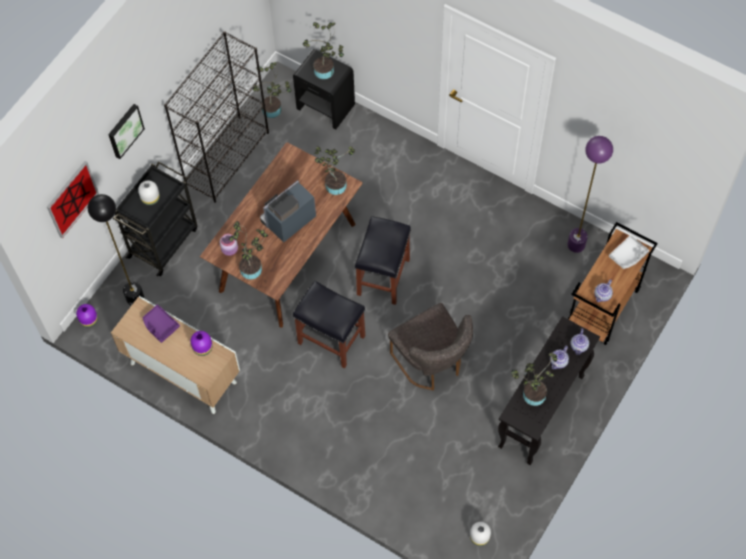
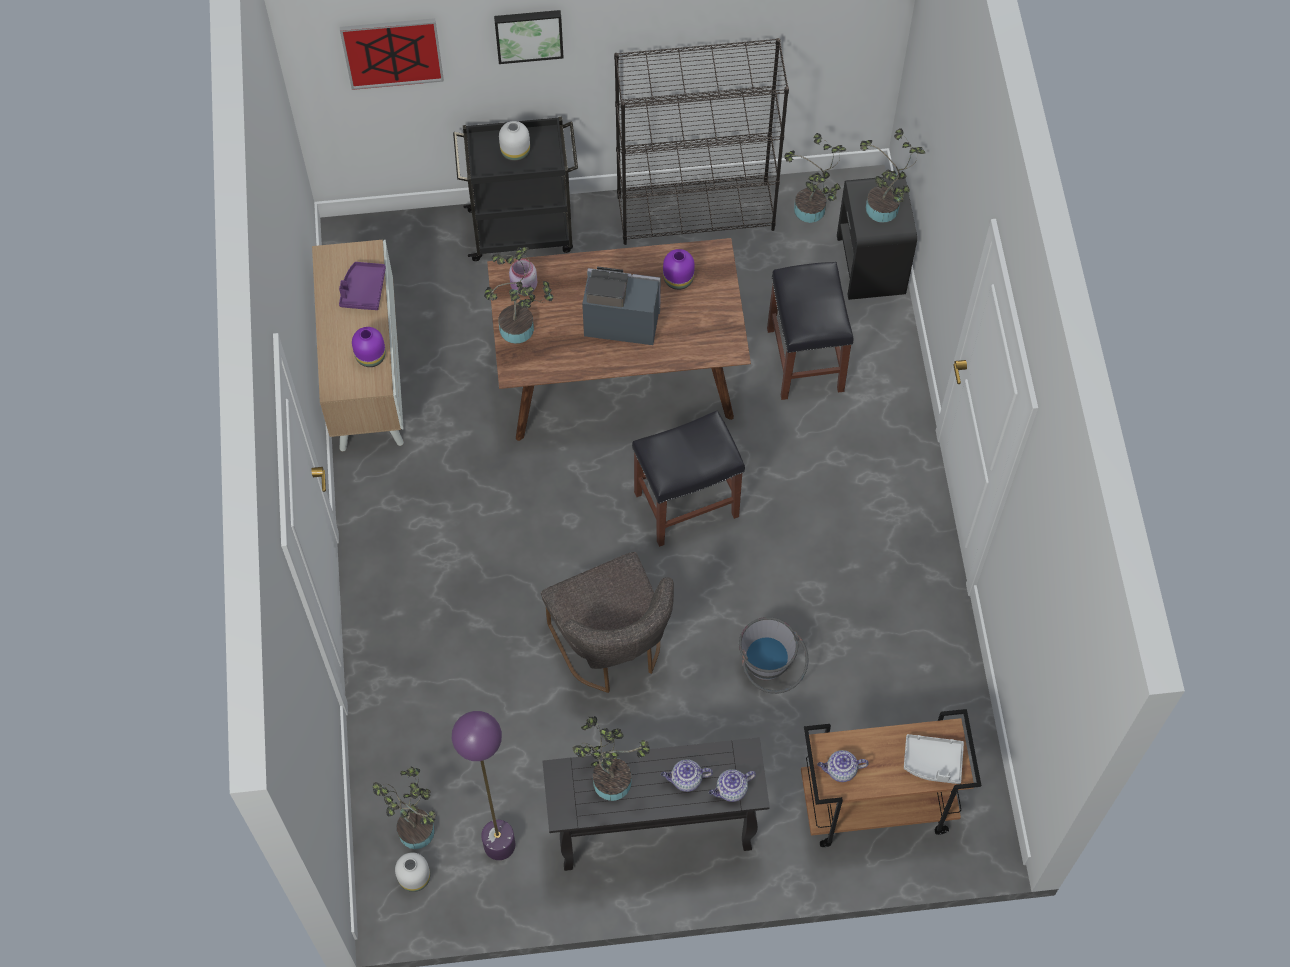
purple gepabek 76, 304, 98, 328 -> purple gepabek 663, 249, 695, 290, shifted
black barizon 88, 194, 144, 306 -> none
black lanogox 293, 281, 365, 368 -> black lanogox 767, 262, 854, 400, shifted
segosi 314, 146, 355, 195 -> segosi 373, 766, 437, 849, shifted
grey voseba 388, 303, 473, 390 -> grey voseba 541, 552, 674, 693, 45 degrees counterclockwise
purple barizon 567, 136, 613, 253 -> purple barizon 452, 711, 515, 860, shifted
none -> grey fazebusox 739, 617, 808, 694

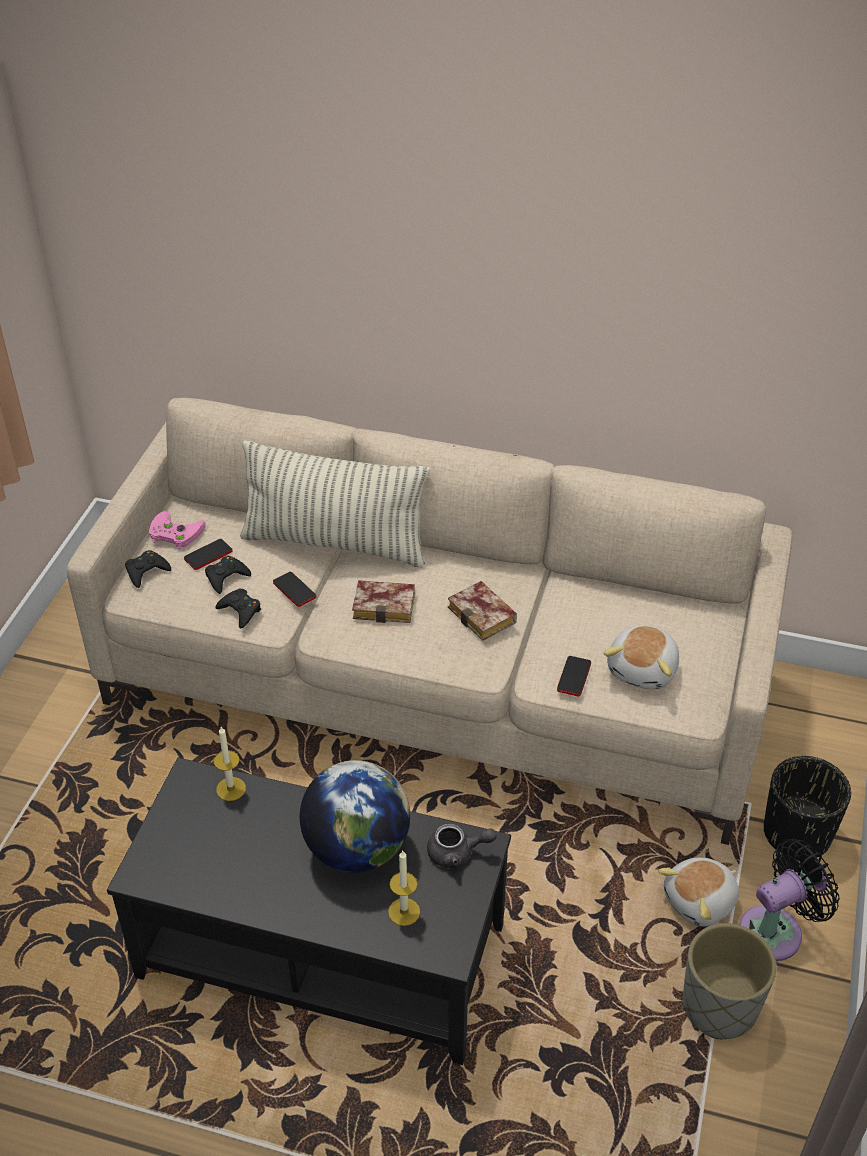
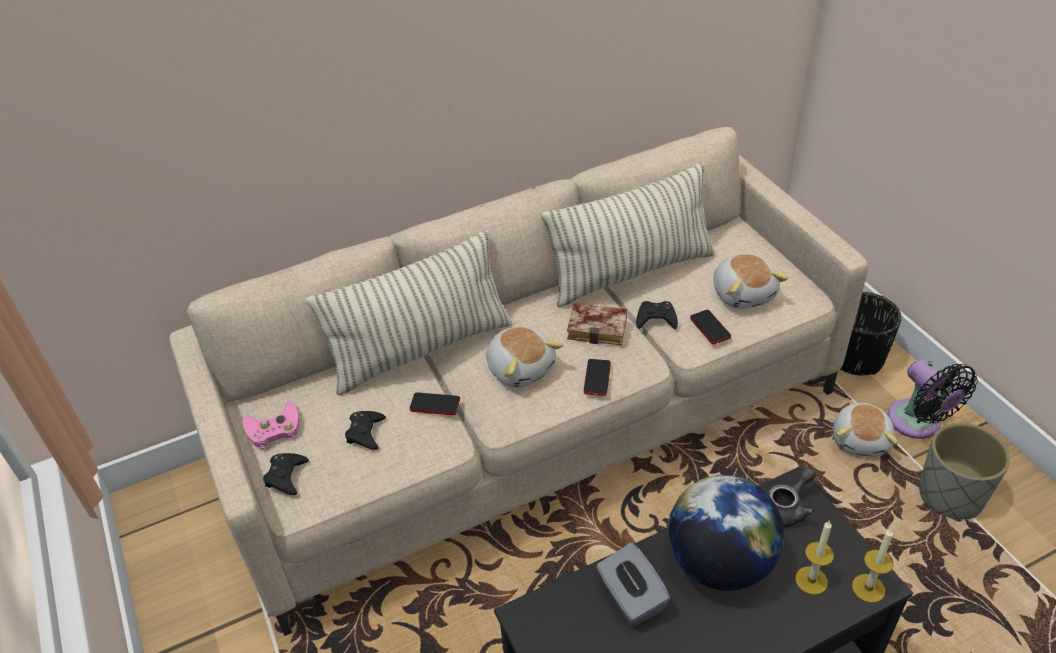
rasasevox 184, 539, 233, 570 -> rasasevox 584, 359, 611, 396, shifted
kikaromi 214, 727, 246, 801 -> kikaromi 852, 528, 894, 603, shifted
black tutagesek 215, 589, 261, 629 -> black tutagesek 636, 301, 678, 329, shifted
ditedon 352, 580, 415, 623 -> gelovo 486, 326, 563, 388
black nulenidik 739, 839, 840, 961 -> black nulenidik 887, 359, 978, 439, 135 degrees clockwise
none -> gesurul 542, 162, 715, 307
none -> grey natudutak 596, 543, 670, 626

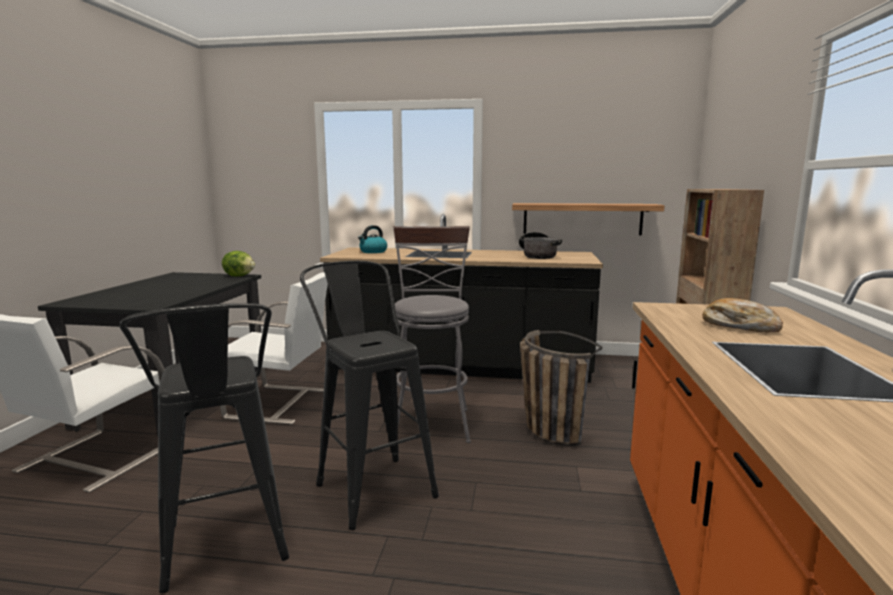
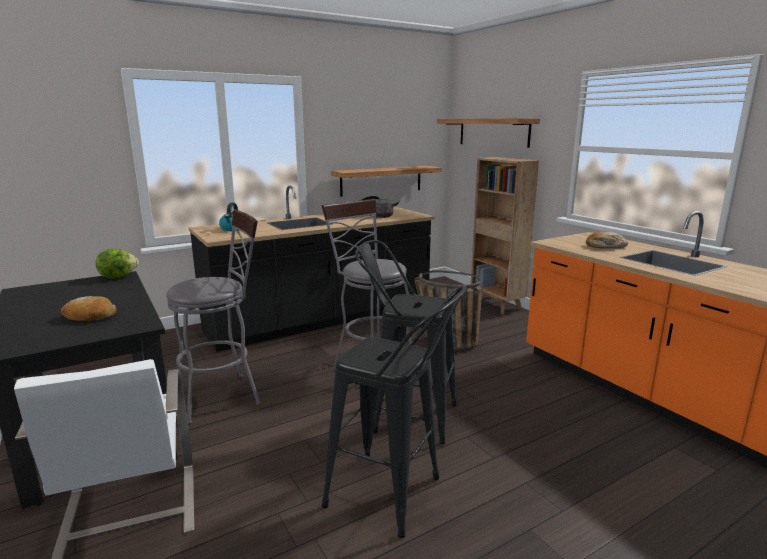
white voseba 220, 272, 328, 424 -> grey lanogox 166, 209, 261, 424
none -> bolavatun 61, 296, 117, 321
none -> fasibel 437, 118, 540, 148

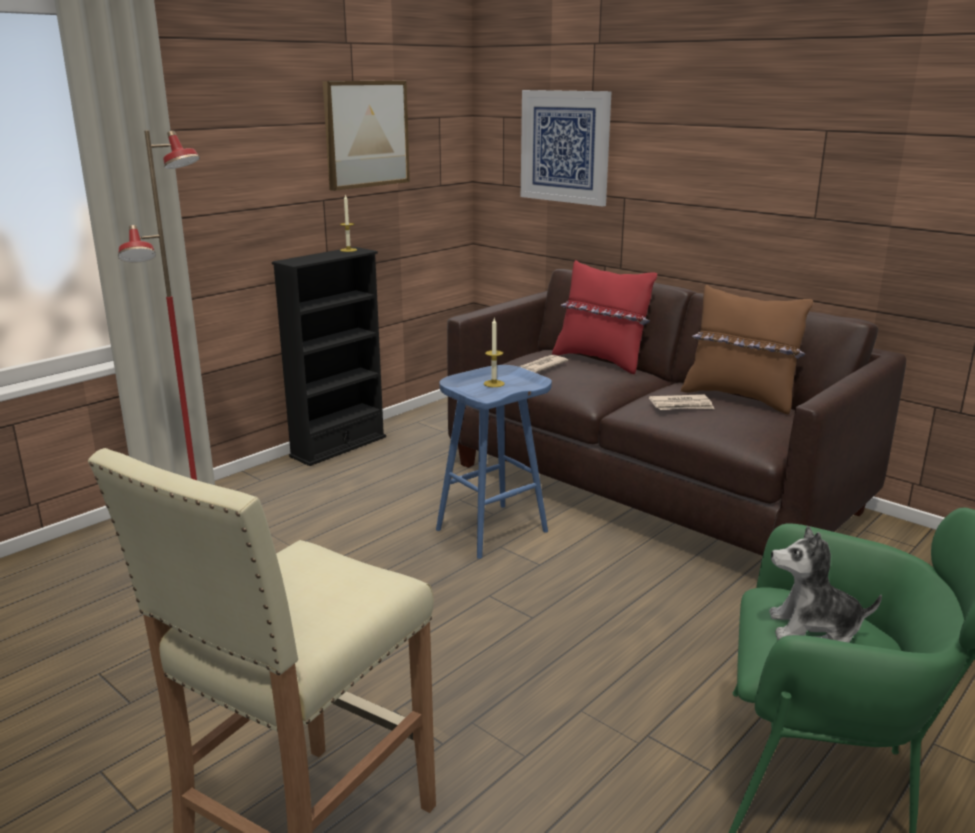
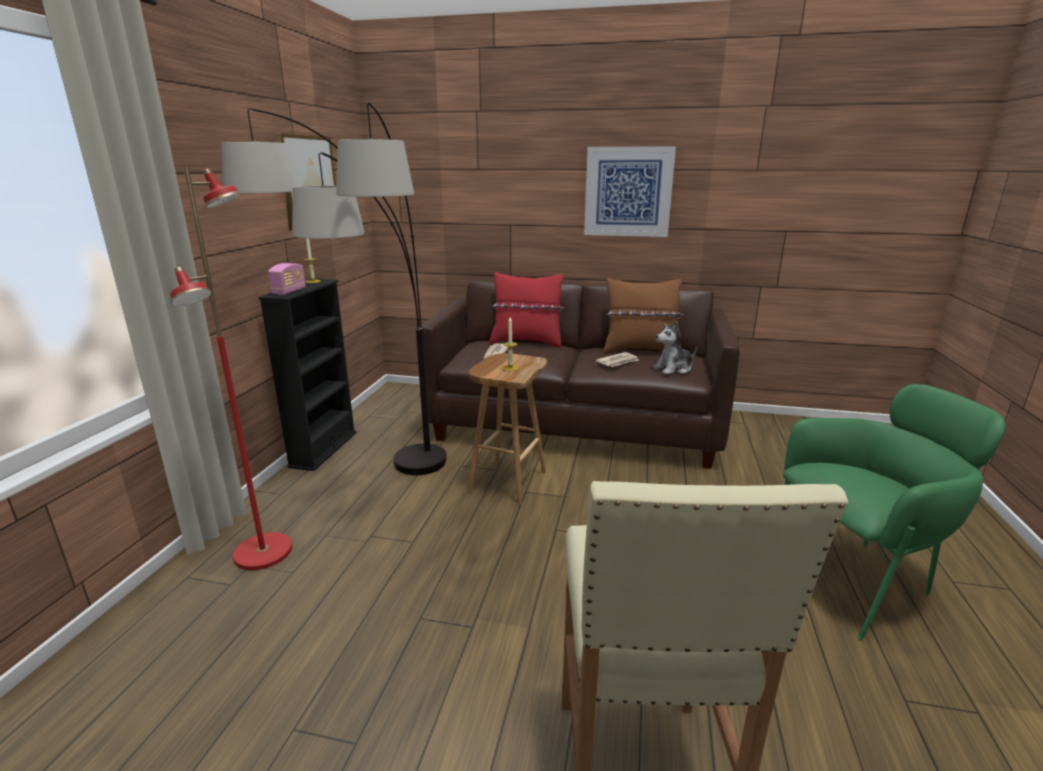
blue lanogox 436, 365, 552, 559 -> brown lanogox 468, 353, 547, 505
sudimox 521, 90, 612, 207 -> sudimox 584, 146, 676, 237, shifted
gelovo 769, 526, 882, 643 -> gelovo 653, 321, 697, 375, shifted
none -> barizon 221, 102, 447, 475
none -> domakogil 268, 263, 306, 295

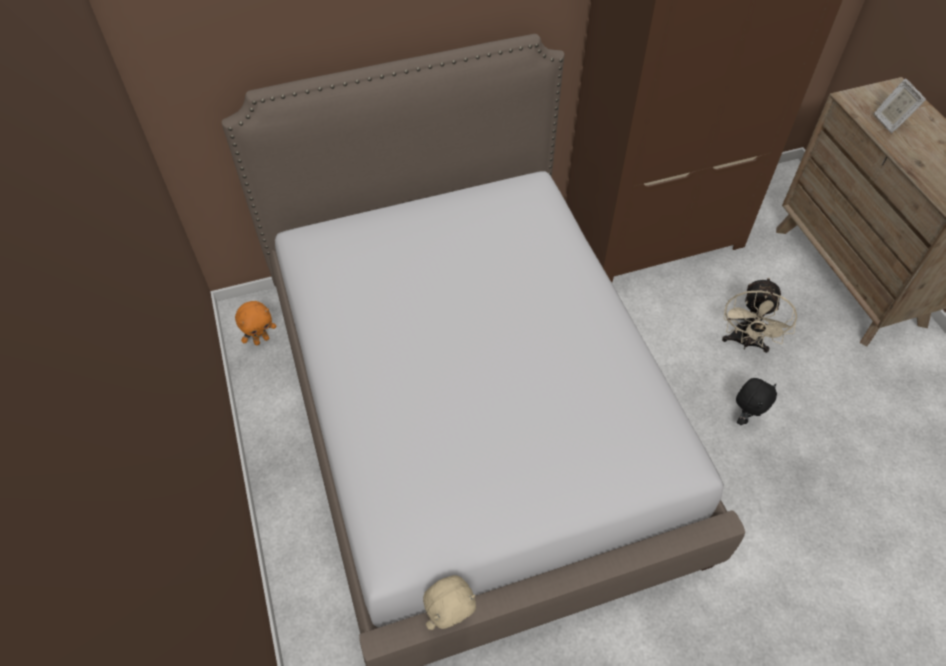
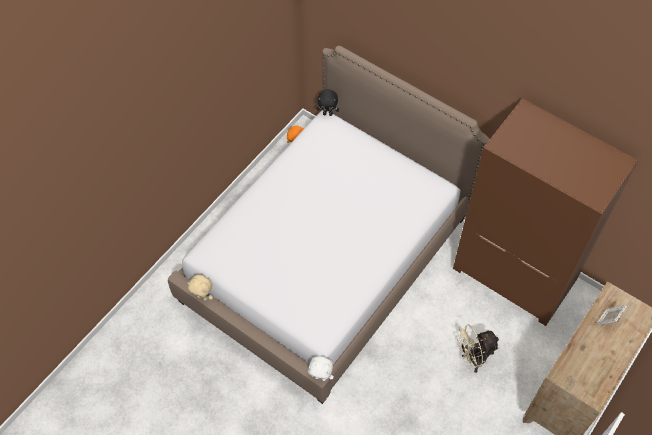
black gelovo 736, 378, 777, 425 -> black gelovo 316, 89, 339, 116, shifted
none -> white gelovo 308, 356, 334, 381

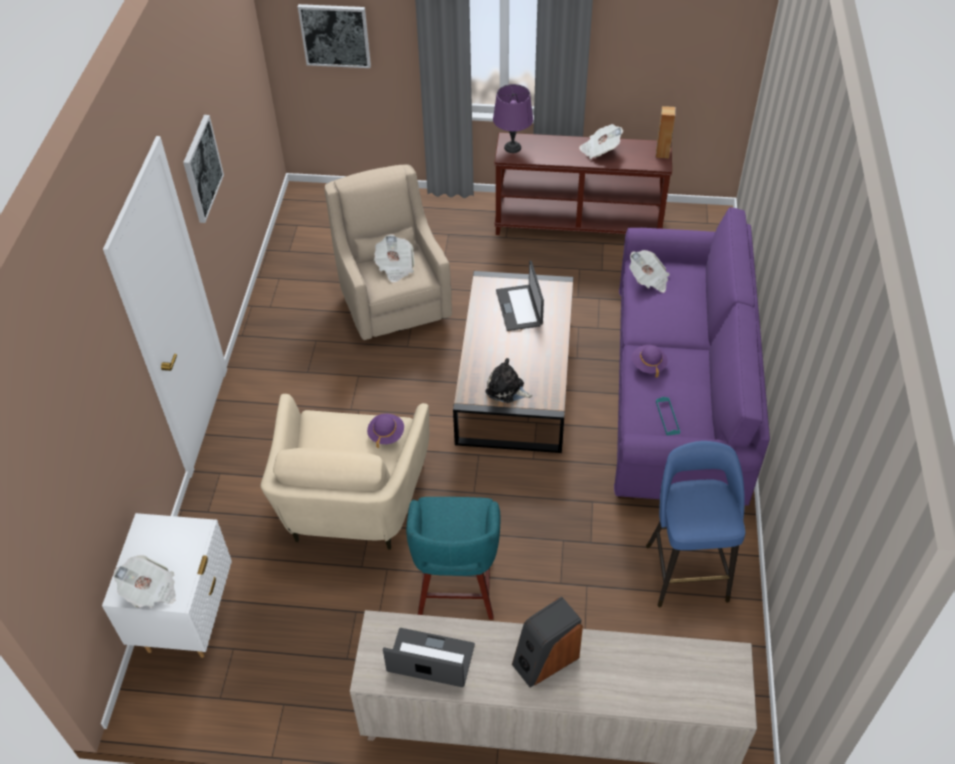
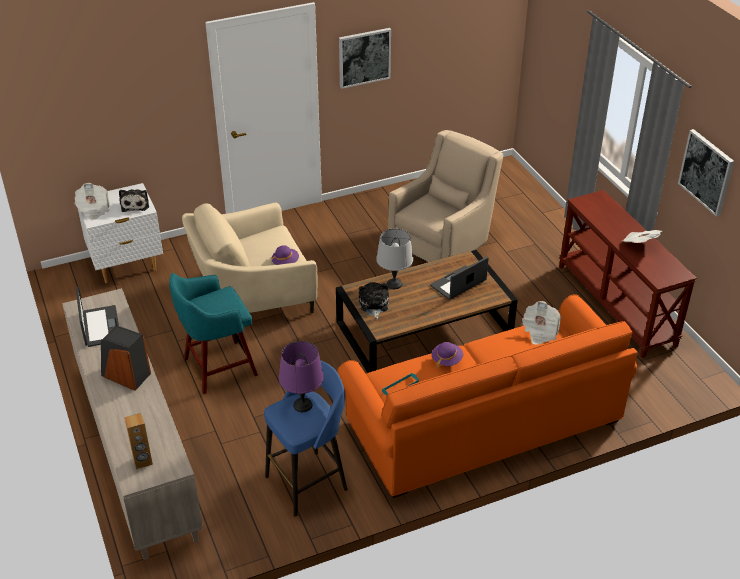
sudimox 298, 4, 371, 68 -> sudimox 678, 129, 734, 217, shifted
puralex 374, 234, 414, 283 -> none
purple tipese 493, 84, 533, 153 -> purple tipese 279, 341, 324, 412, shifted
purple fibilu 614, 207, 770, 506 -> orange fibilu 337, 294, 637, 498
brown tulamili 656, 106, 675, 159 -> brown tulamili 124, 413, 153, 469, shifted
none -> gelovo 119, 189, 149, 212
none -> grey tipese 376, 228, 413, 289

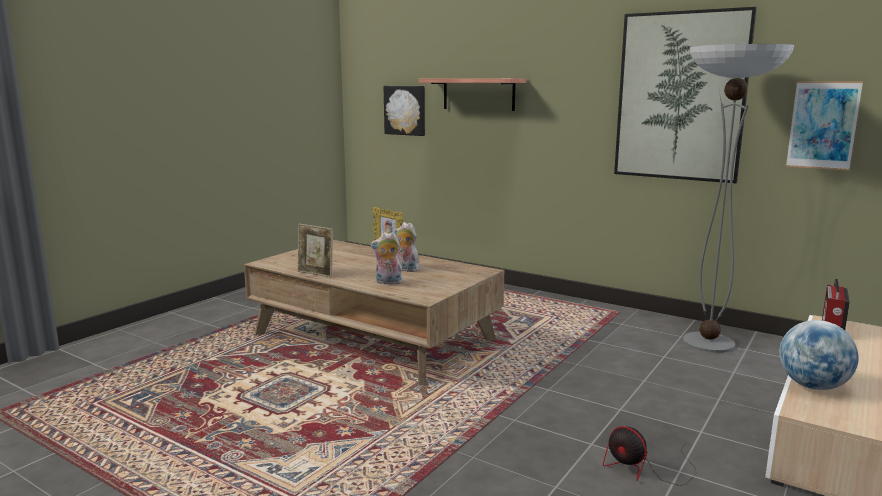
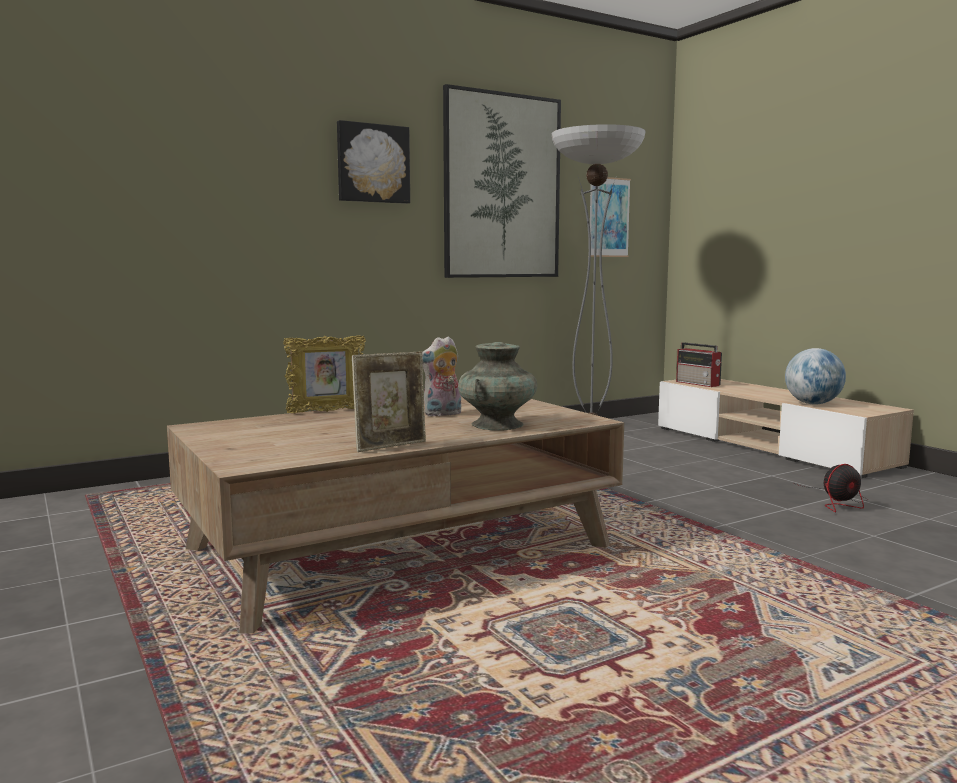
gelovo 370, 232, 403, 285 -> turquoise gepabek 458, 342, 537, 430
sudimox 384, 86, 425, 136 -> sudimox 337, 120, 410, 204, shifted
fasibel 418, 78, 526, 111 -> none

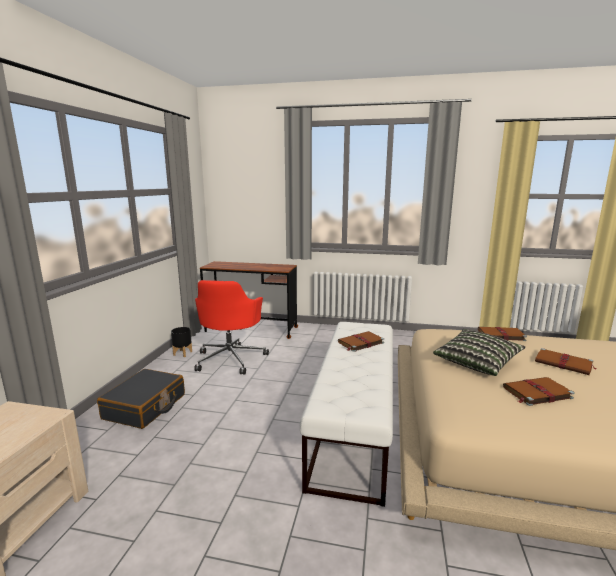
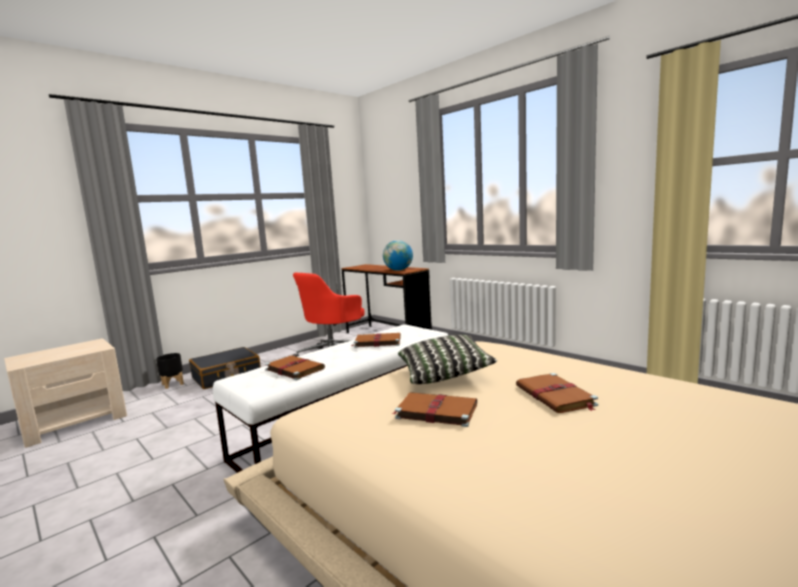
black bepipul 171, 327, 192, 357 -> black bepipul 156, 353, 184, 389, shifted
brown ditedon 478, 327, 527, 341 -> brown ditedon 265, 356, 325, 380, shifted
none -> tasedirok 383, 240, 413, 271

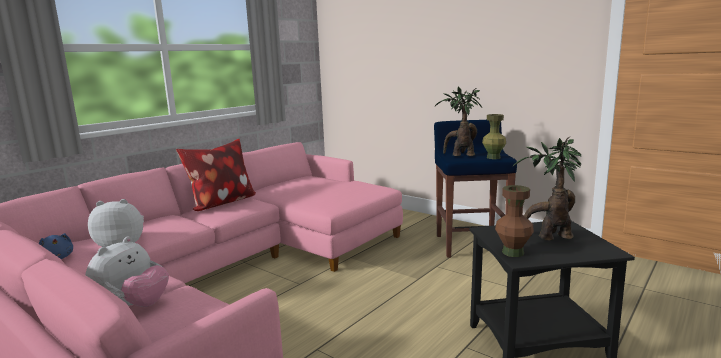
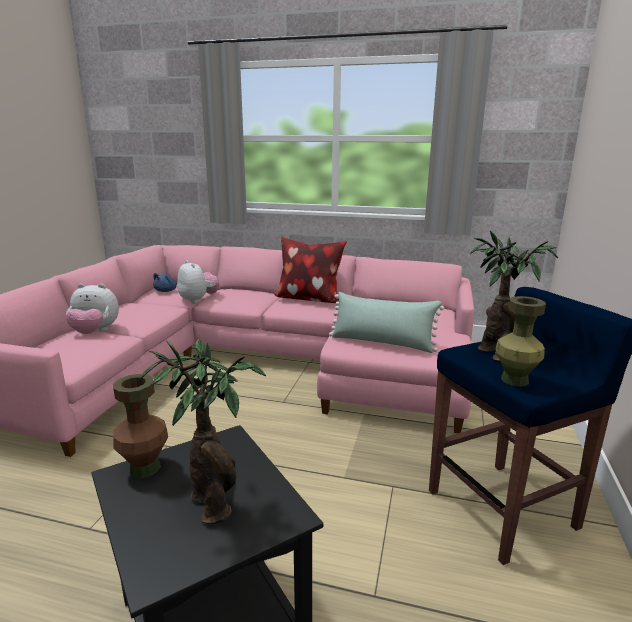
none -> green gesurul 329, 292, 444, 353

